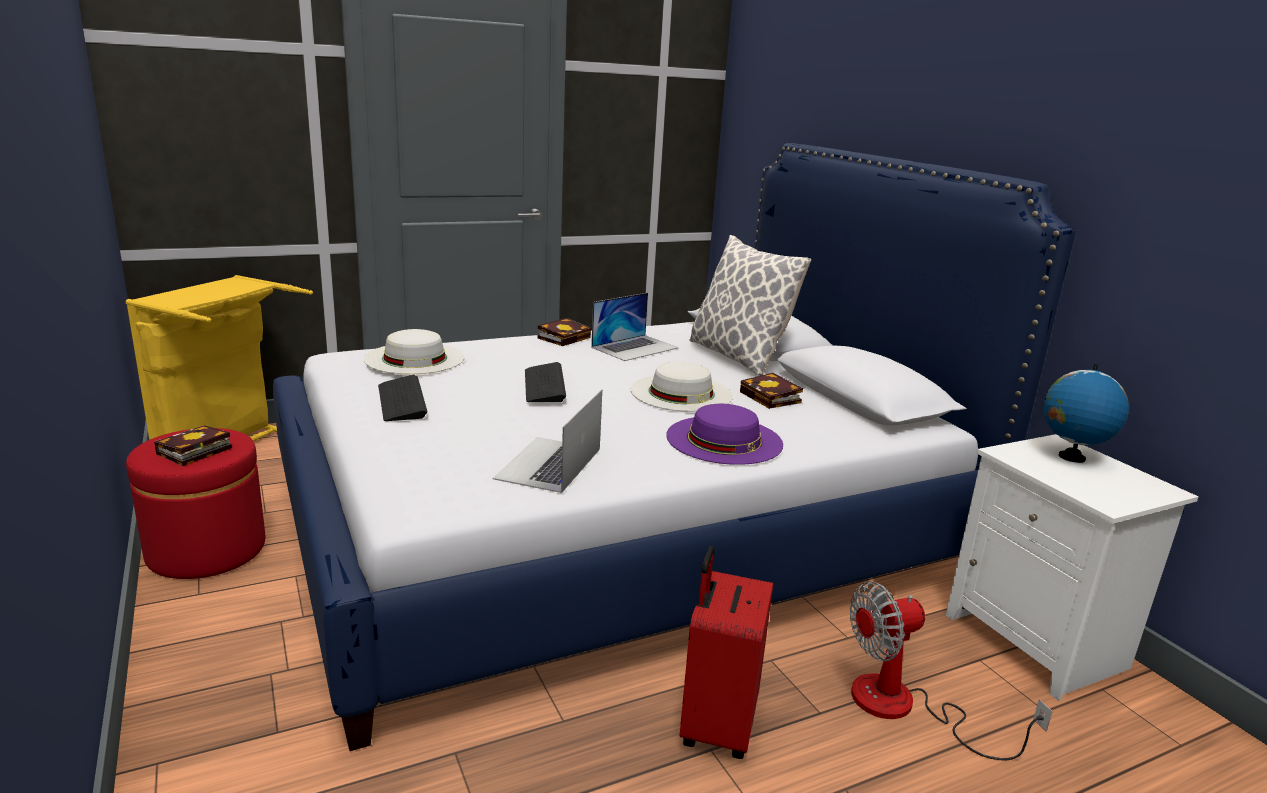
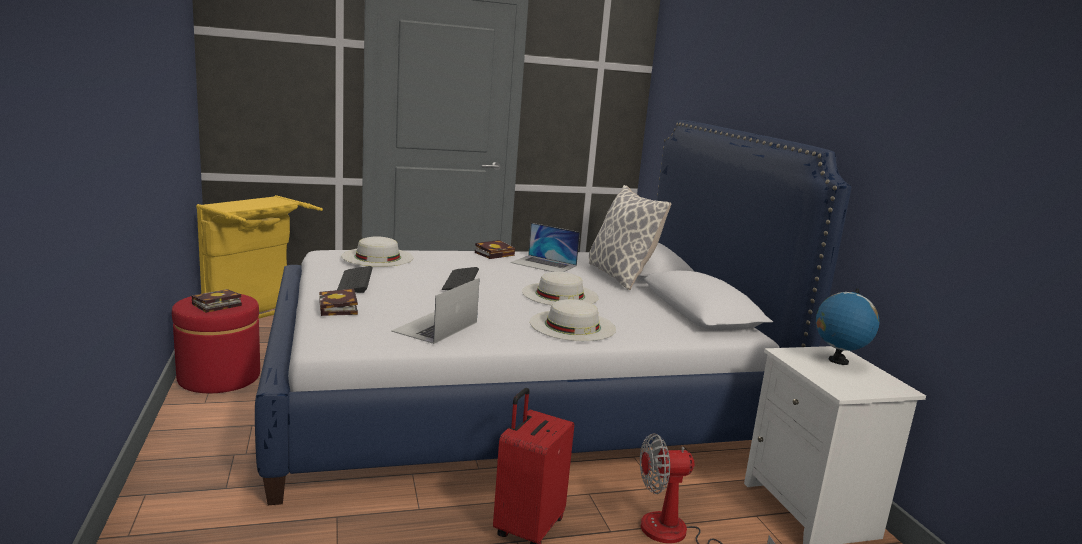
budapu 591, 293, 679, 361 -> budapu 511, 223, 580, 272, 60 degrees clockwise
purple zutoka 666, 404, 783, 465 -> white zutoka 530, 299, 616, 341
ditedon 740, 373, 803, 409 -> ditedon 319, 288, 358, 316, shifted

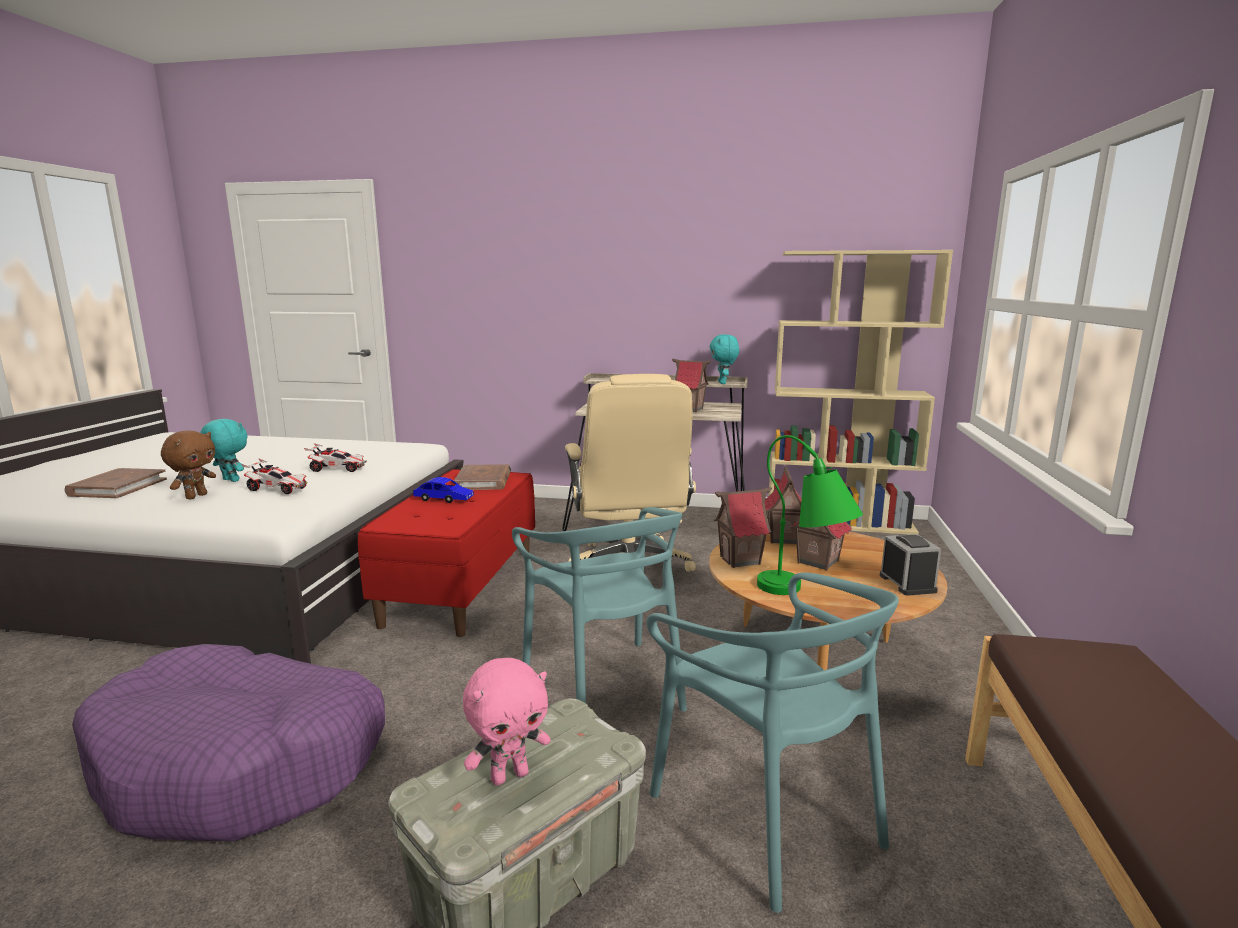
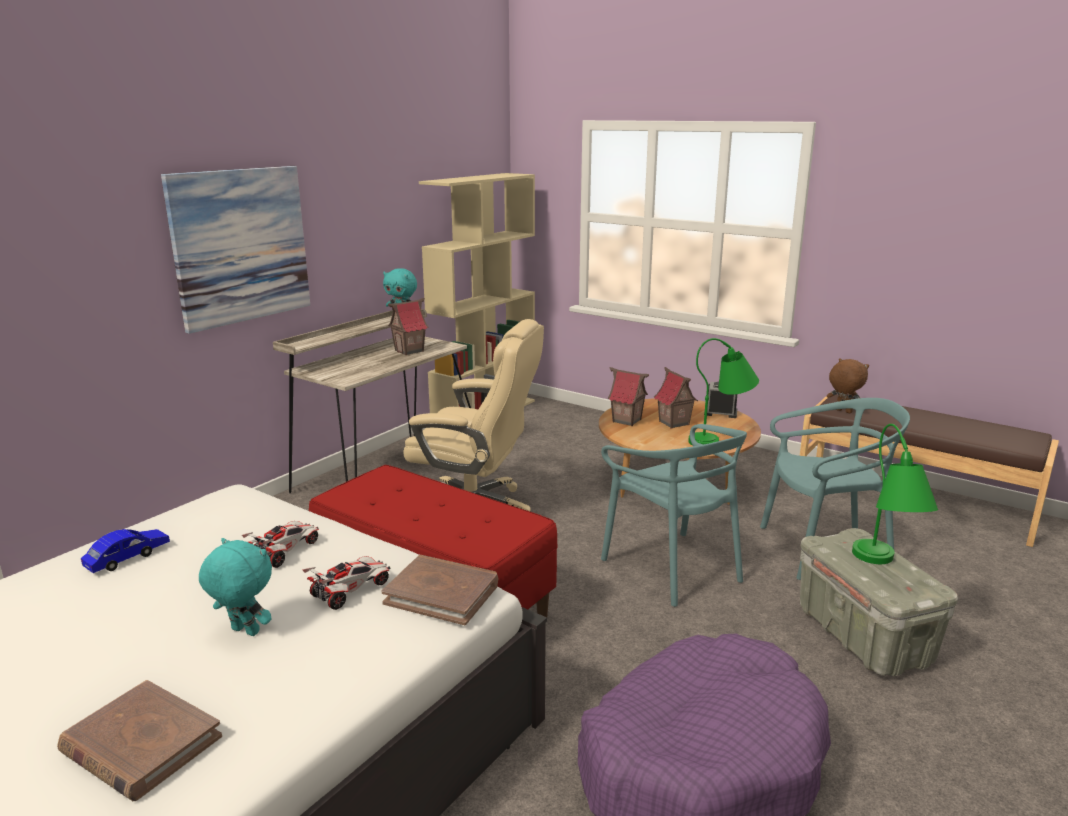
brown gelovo 161, 430, 216, 499 -> brown gelovo 827, 358, 869, 413, shifted
turquoise gelovo 200, 419, 248, 482 -> turquoise gelovo 199, 538, 272, 636, 60 degrees clockwise
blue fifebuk 413, 477, 474, 503 -> blue fifebuk 81, 529, 170, 573, shifted
brown ditedon 454, 464, 511, 490 -> brown ditedon 382, 555, 498, 625, shifted
pink gelovo 463, 658, 551, 786 -> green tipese 852, 424, 938, 564
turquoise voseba 512, 507, 687, 712 -> turquoise voseba 601, 424, 747, 607, 60 degrees clockwise
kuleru 714, 487, 772, 568 -> none
none -> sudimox 161, 166, 310, 334

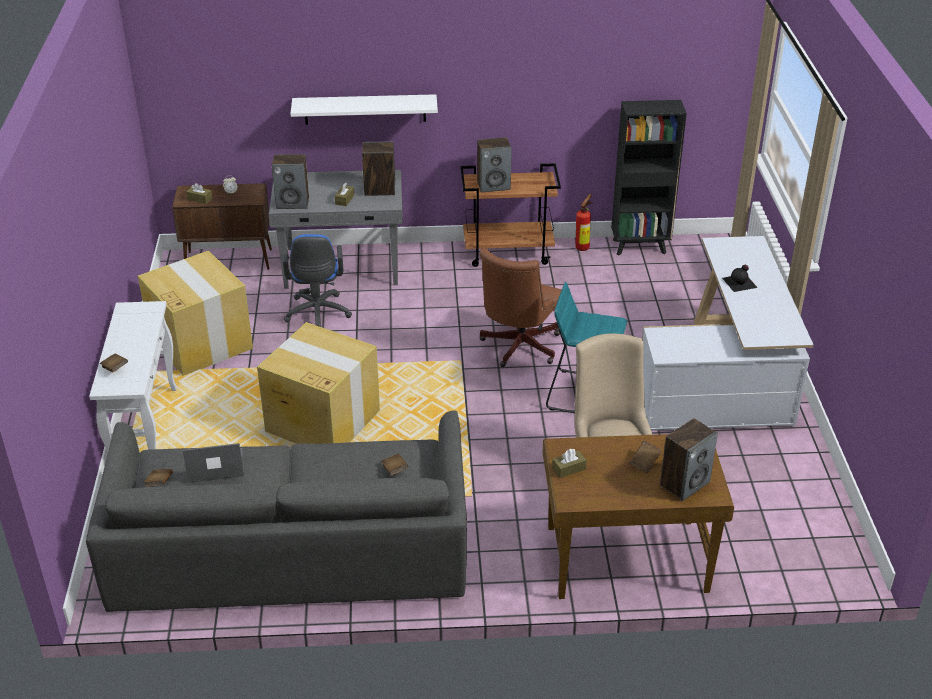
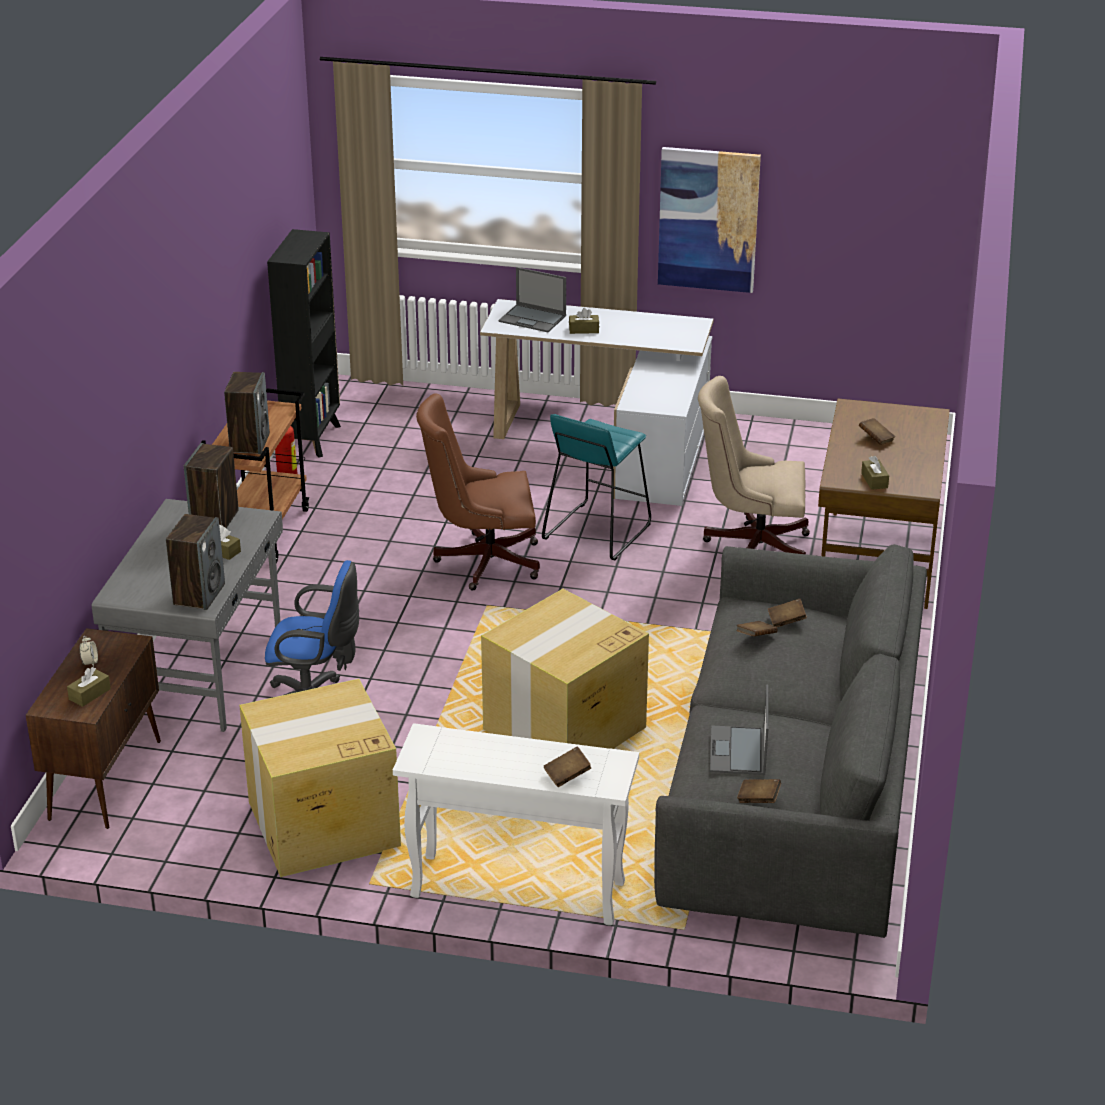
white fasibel 290, 94, 438, 125 -> none
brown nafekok 480, 248, 562, 367 -> brown nafekok 416, 393, 540, 590, 135 degrees clockwise
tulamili 660, 418, 718, 501 -> none
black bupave 722, 265, 758, 292 -> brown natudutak 569, 308, 599, 334
none -> budapu 499, 267, 566, 332
none -> sudimox 658, 147, 761, 293
none -> brown ditedon 736, 621, 777, 636

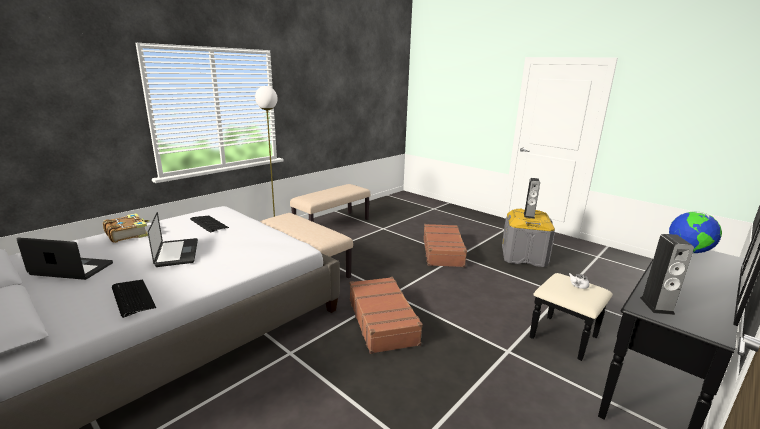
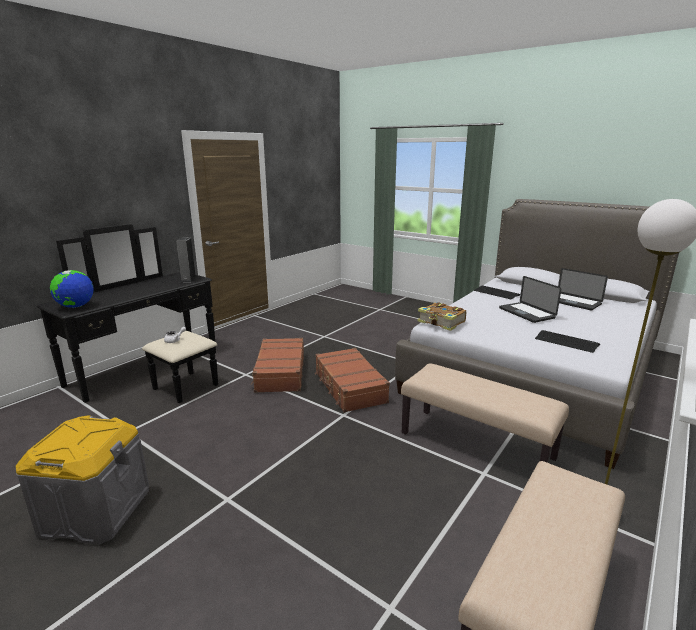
budapu 17, 237, 113, 280 -> budapu 558, 268, 608, 310, 45 degrees clockwise
ditedon 103, 213, 150, 243 -> ditedon 417, 302, 466, 331, shifted
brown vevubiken 423, 224, 468, 267 -> brown vevubiken 251, 338, 304, 393, shifted
tulamili 524, 178, 540, 219 -> none

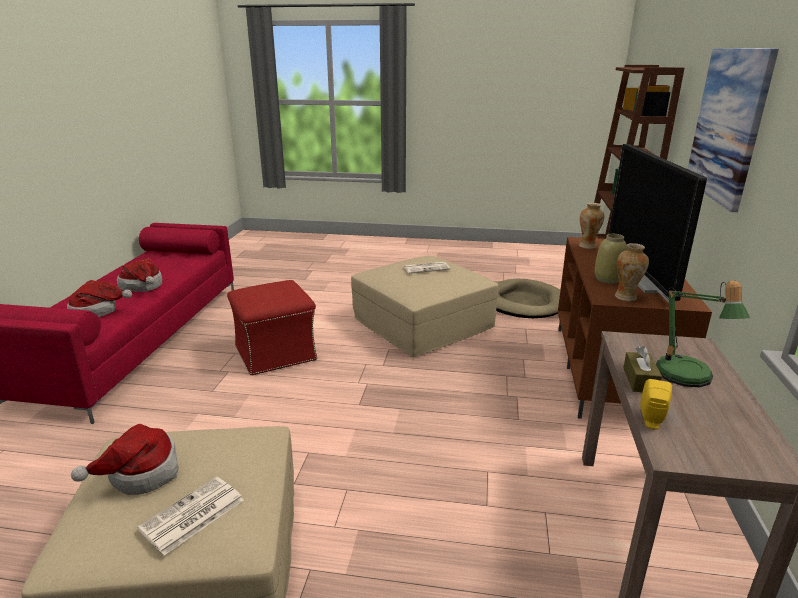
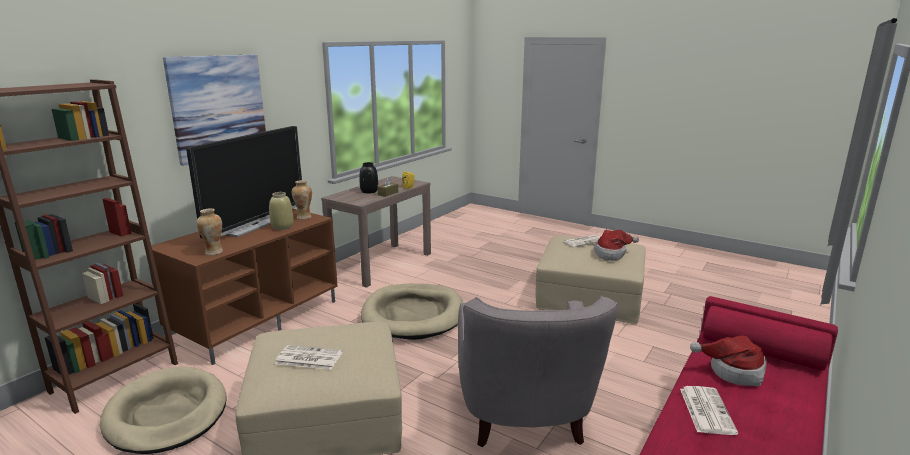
zutoka 117, 258, 162, 292 -> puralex 680, 386, 738, 435
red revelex 227, 280, 317, 376 -> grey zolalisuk 458, 295, 618, 447
tipese 656, 281, 750, 387 -> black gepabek 359, 162, 378, 194
none -> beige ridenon 361, 283, 463, 340

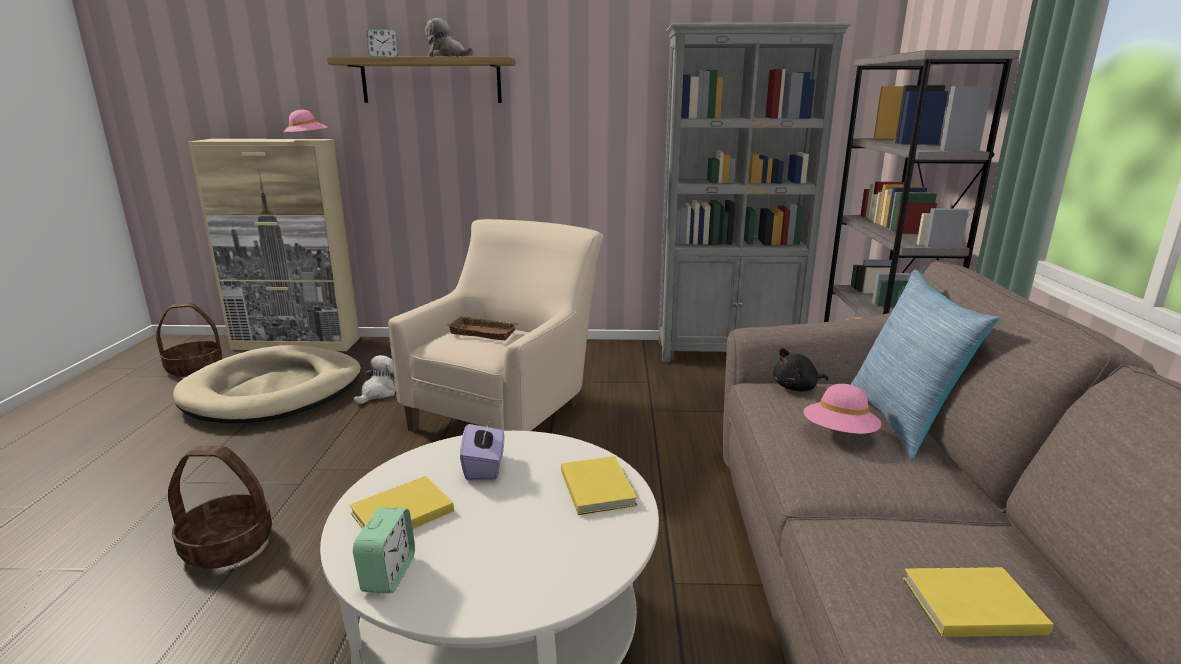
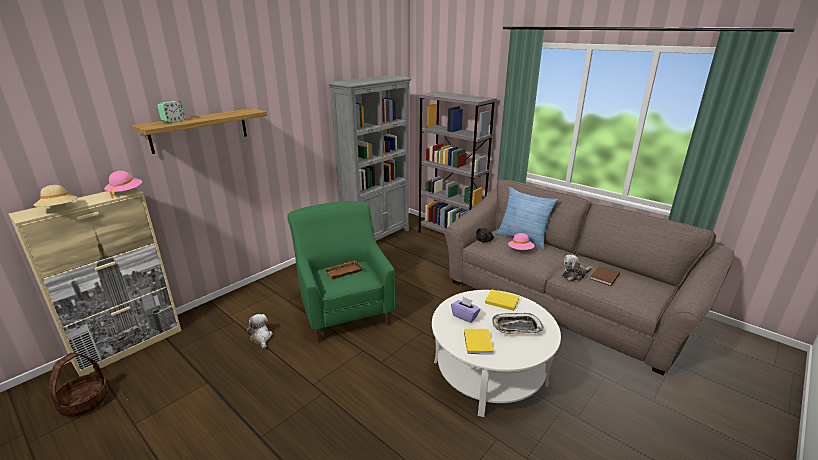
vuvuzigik 168, 446, 272, 569 -> none
beige ridenon 173, 345, 361, 423 -> none
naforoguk 353, 507, 415, 593 -> none
beige zolalisuk 388, 219, 603, 432 -> green zolalisuk 287, 201, 395, 343
gelovo 425, 18, 474, 57 -> gelovo 562, 255, 592, 281, shifted
yellow ditedon 903, 567, 1053, 637 -> brown ditedon 590, 266, 620, 286
none -> beige zutoka 34, 185, 78, 207
none -> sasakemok 492, 313, 544, 334

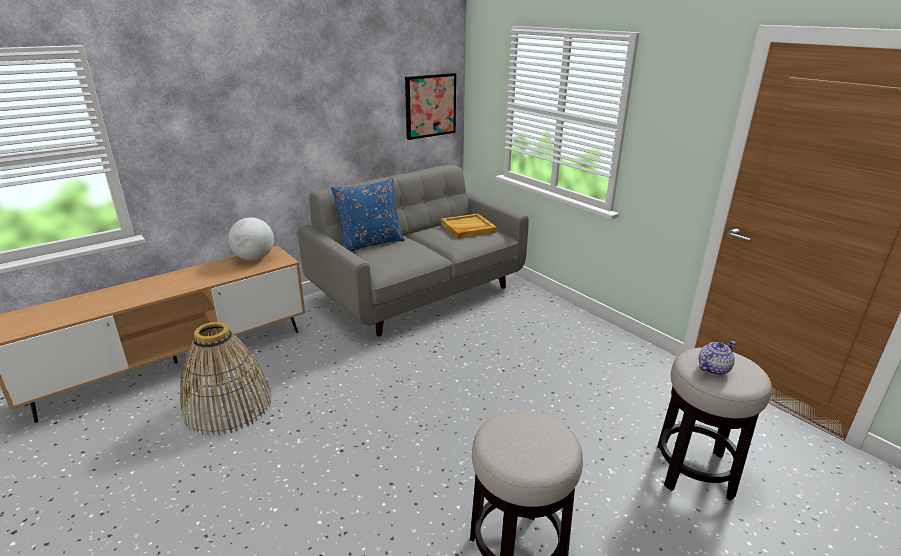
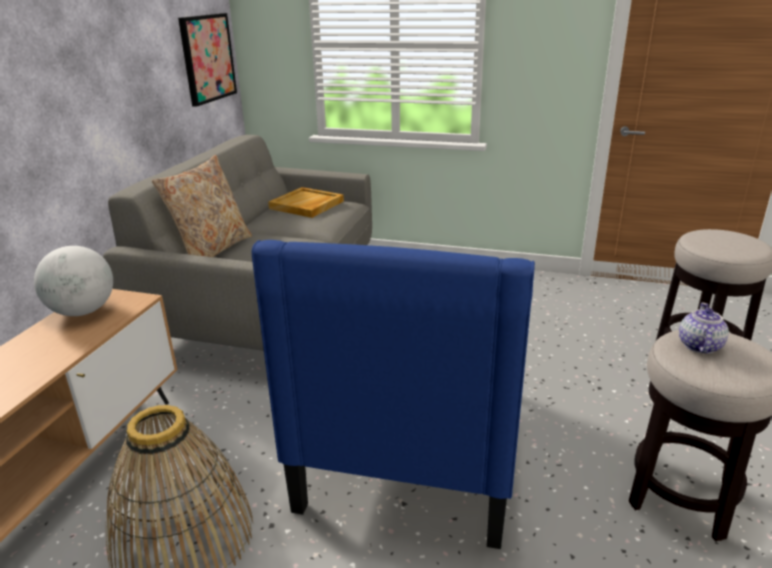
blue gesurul 331, 178, 405, 251 -> beige gesurul 152, 155, 252, 257
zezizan 698, 341, 736, 375 -> zezizan 679, 303, 729, 354, shifted
none -> blue zolalisuk 252, 240, 535, 549

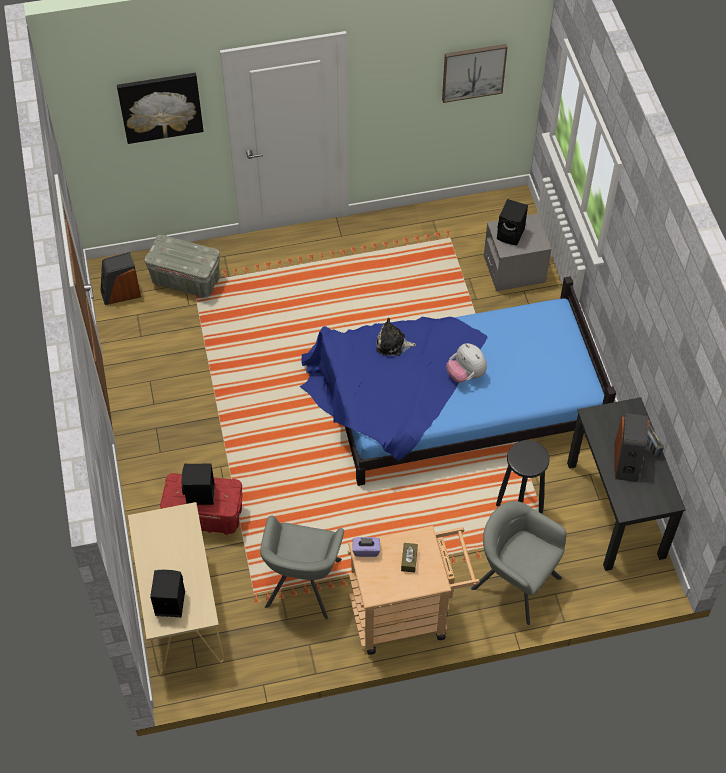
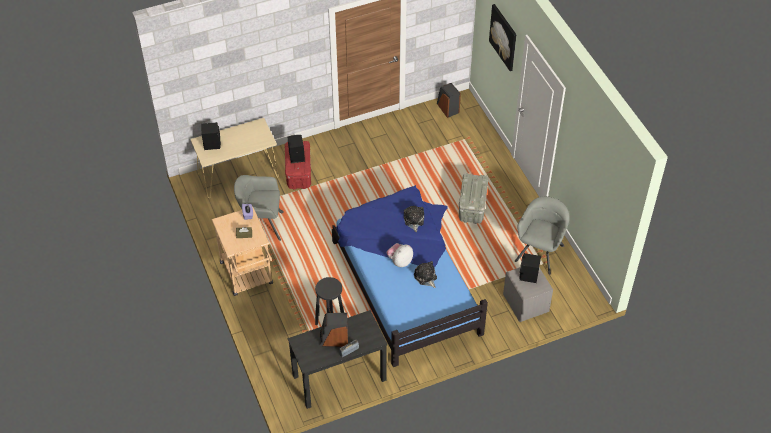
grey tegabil 145, 235, 220, 298 -> grey tegabil 459, 173, 489, 224, shifted
sudimox 442, 44, 508, 103 -> none
grey zolalisuk 471, 501, 567, 625 -> grey zolalisuk 514, 196, 570, 275, shifted
none -> gelovo 414, 261, 437, 288

